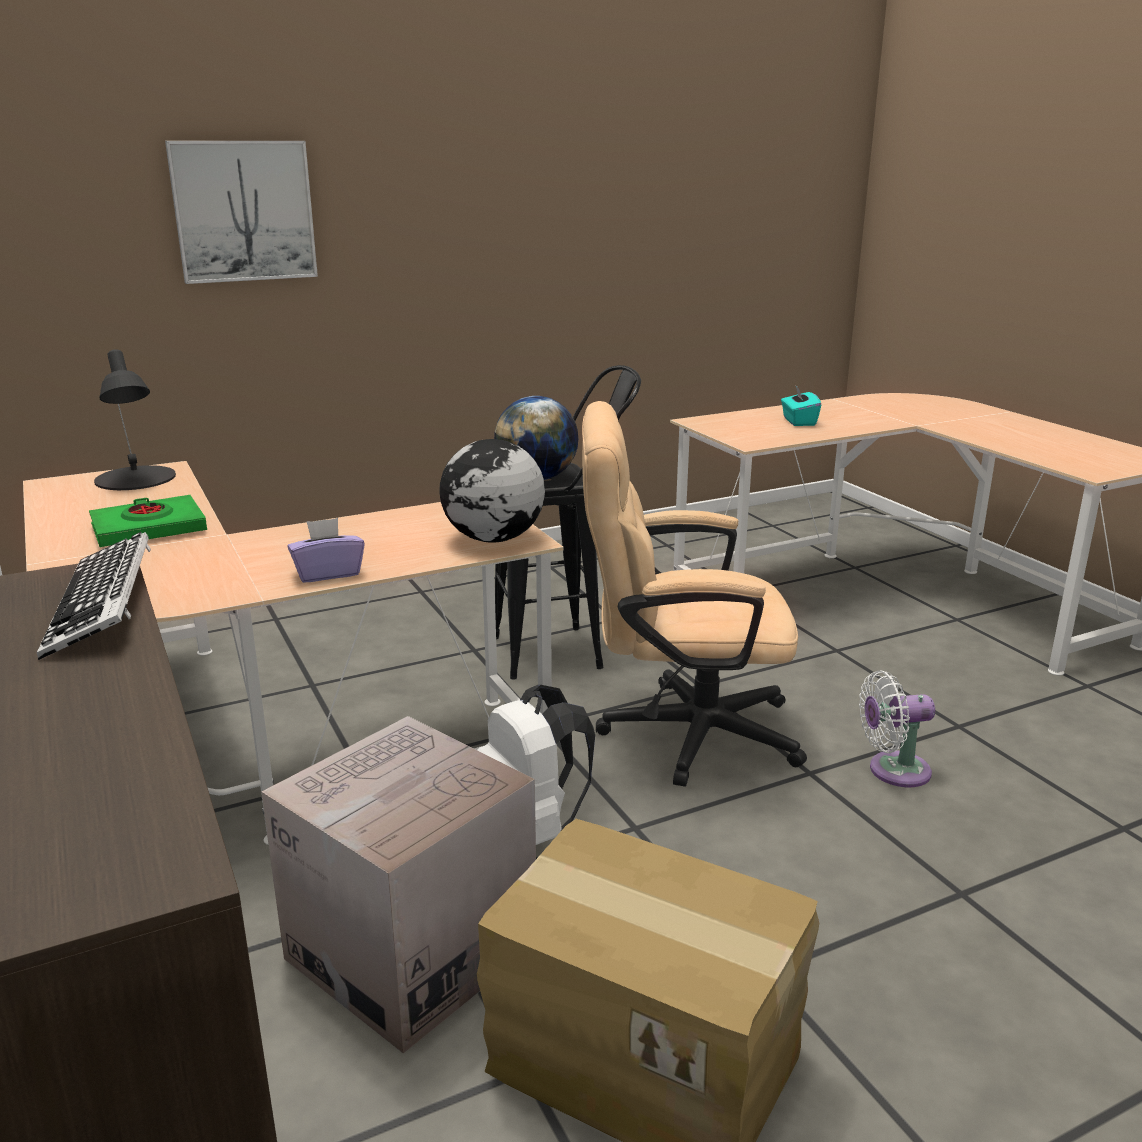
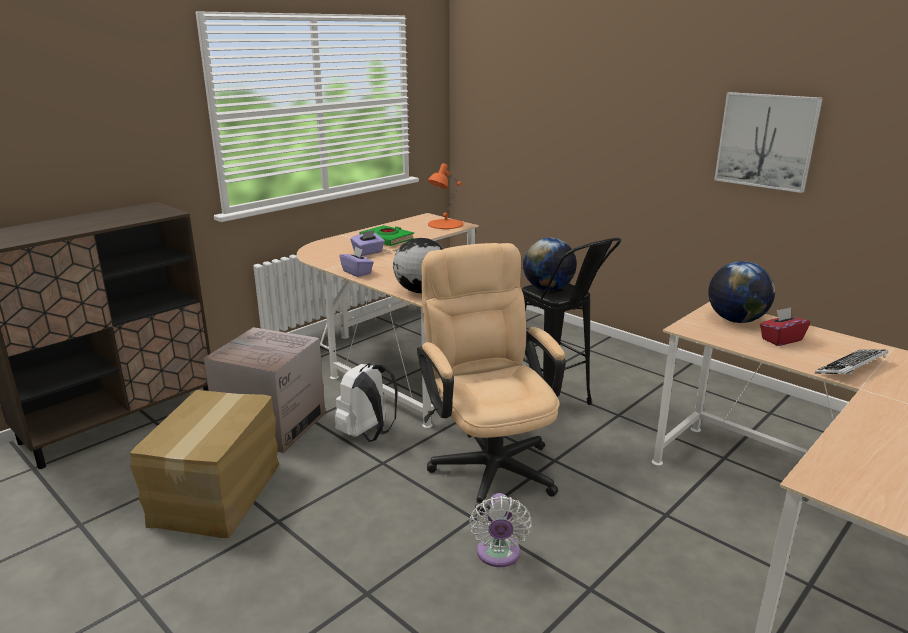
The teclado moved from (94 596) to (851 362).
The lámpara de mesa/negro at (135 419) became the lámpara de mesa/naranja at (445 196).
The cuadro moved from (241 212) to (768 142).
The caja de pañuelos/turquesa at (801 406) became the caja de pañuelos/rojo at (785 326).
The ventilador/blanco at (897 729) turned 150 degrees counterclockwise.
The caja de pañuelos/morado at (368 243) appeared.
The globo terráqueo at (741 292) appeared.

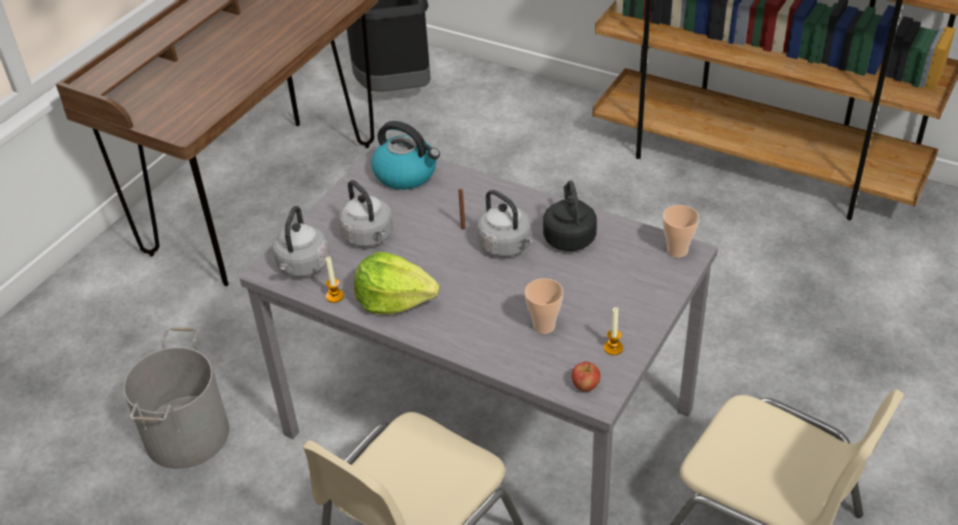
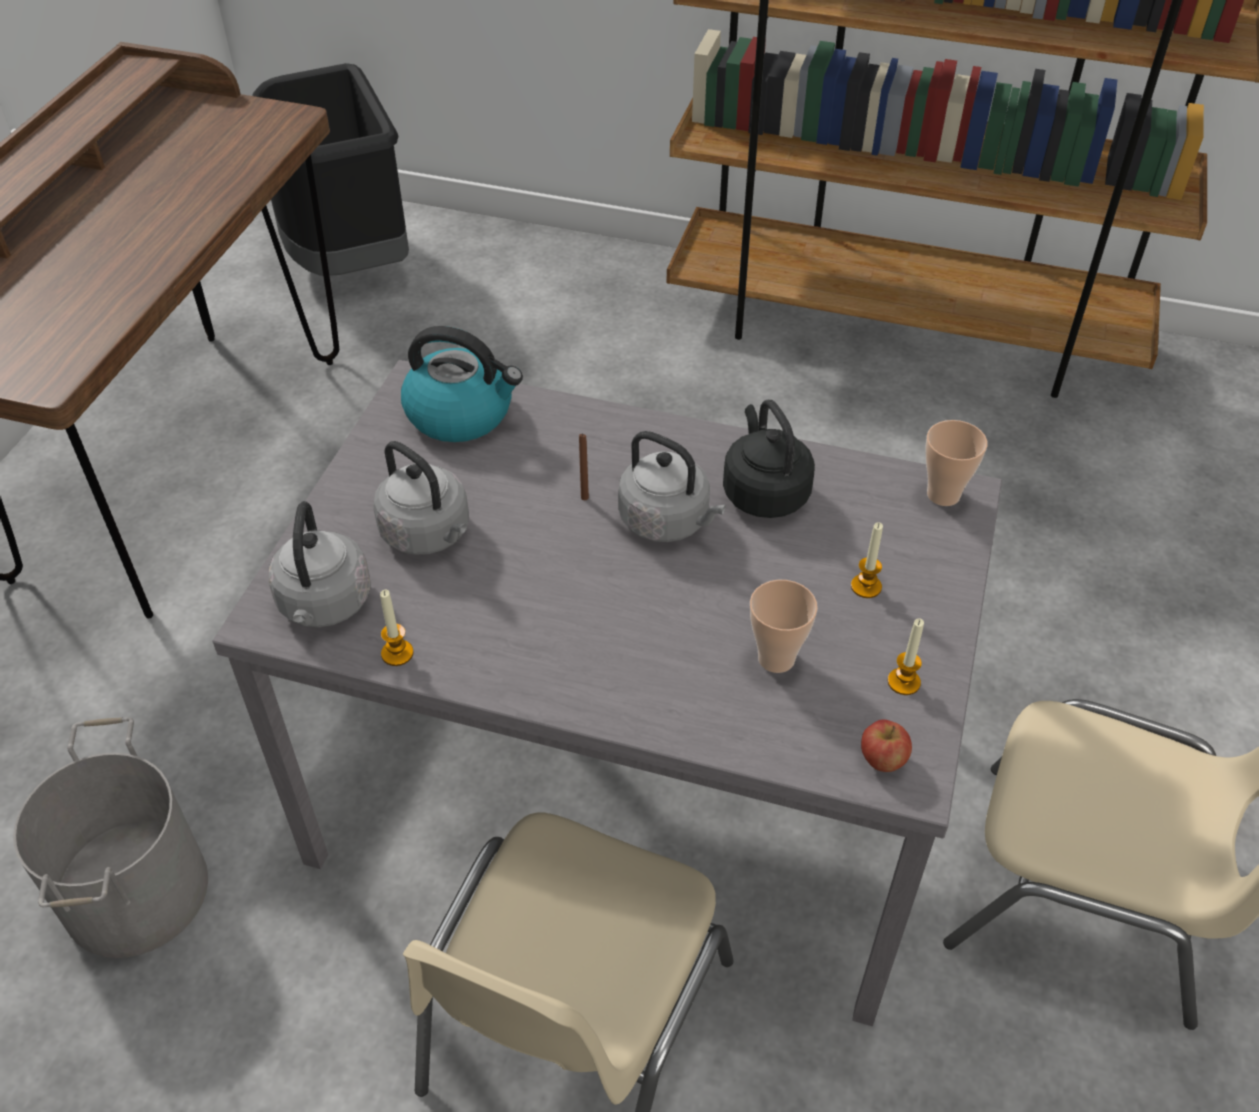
The lechuga at (396 283) disappeared.
The vela at (867 560) appeared.

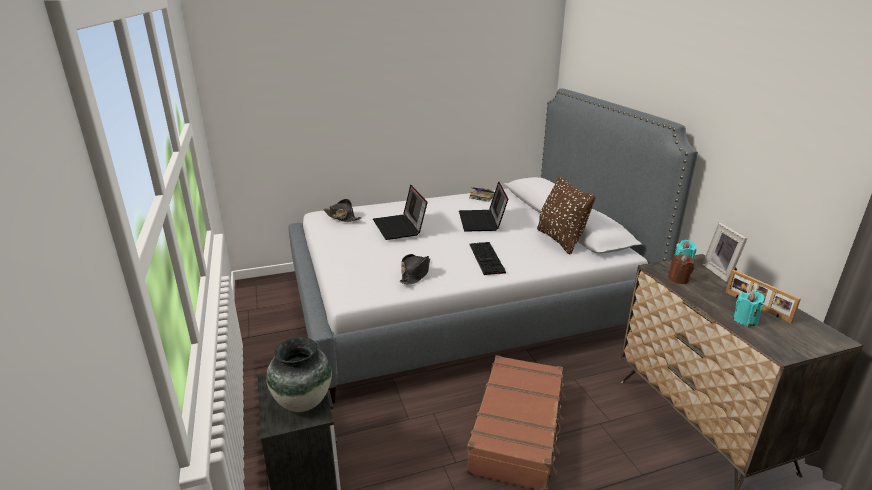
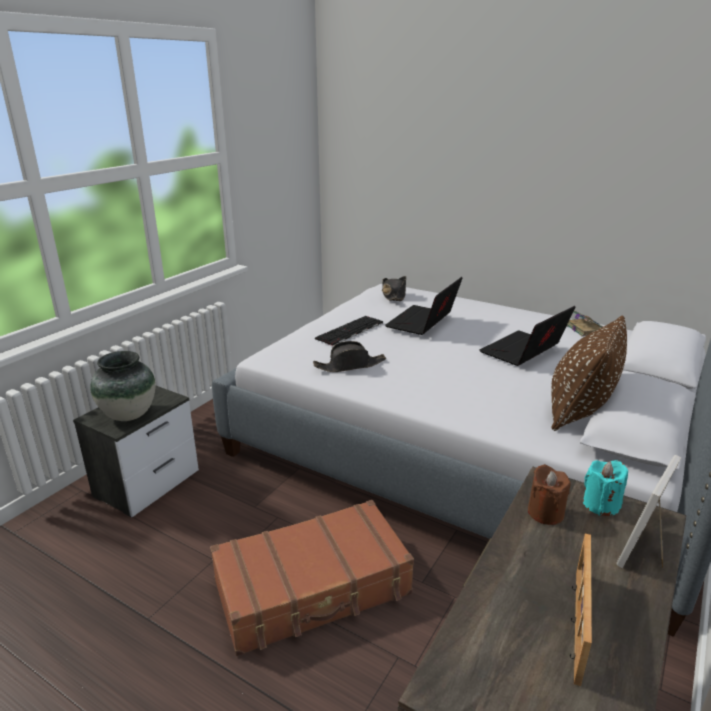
The teclado moved from (487 258) to (349 331).
The vela/turquesa at (749 308) disappeared.

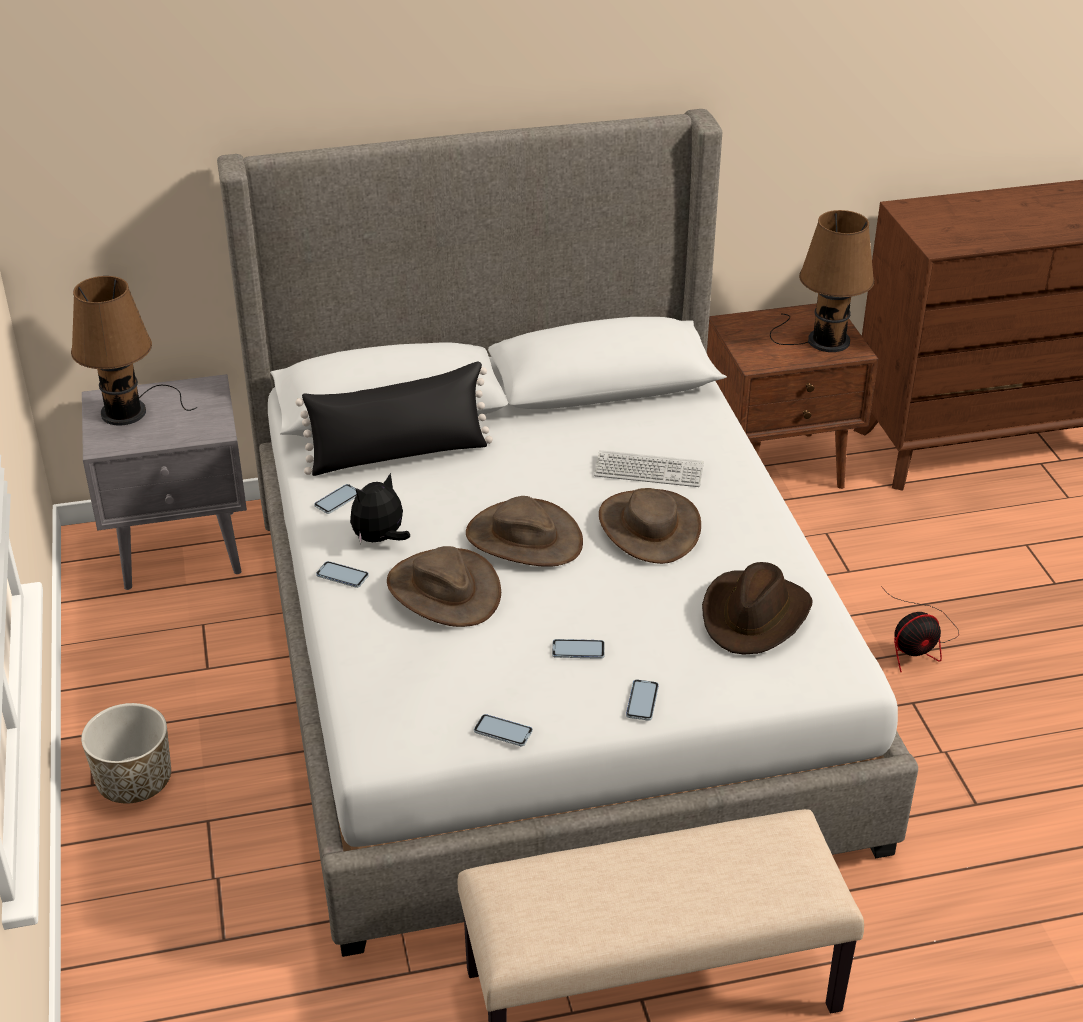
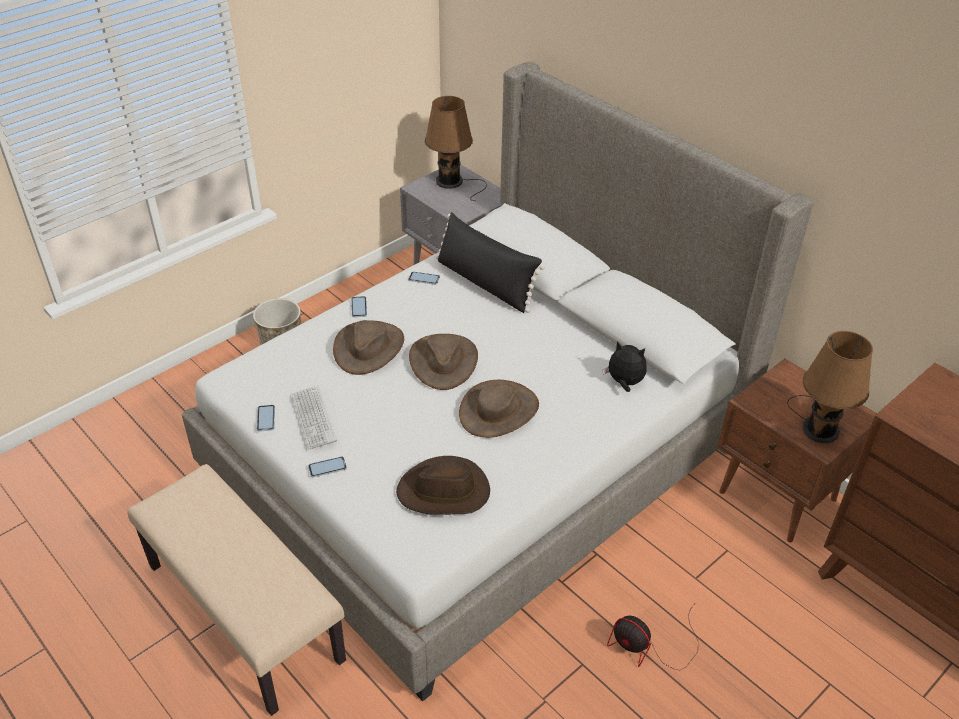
The peluche moved from (380 508) to (625 366).
The móvil at (578 649) disappeared.
The teclado moved from (649 468) to (314 417).

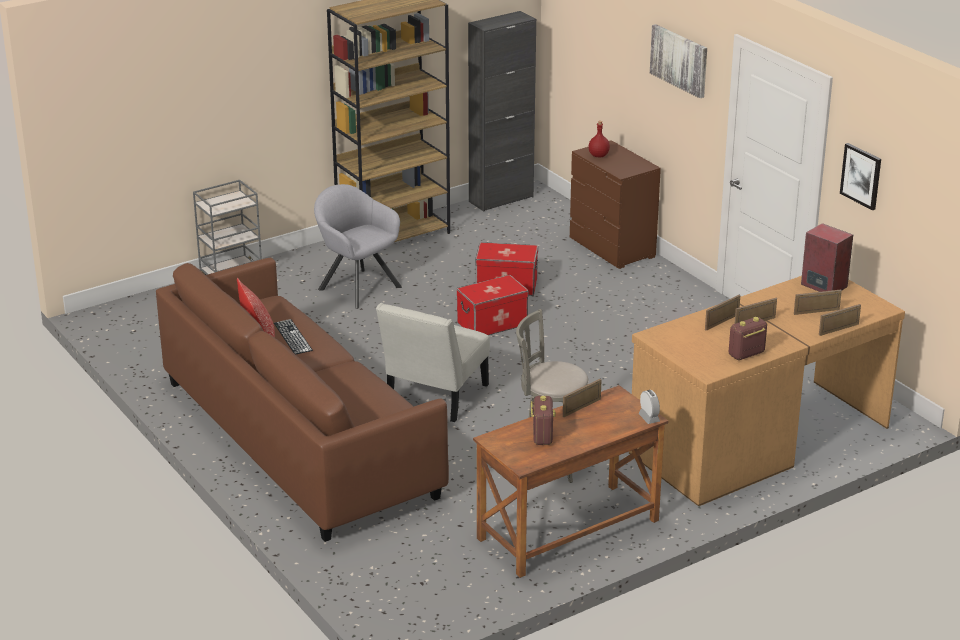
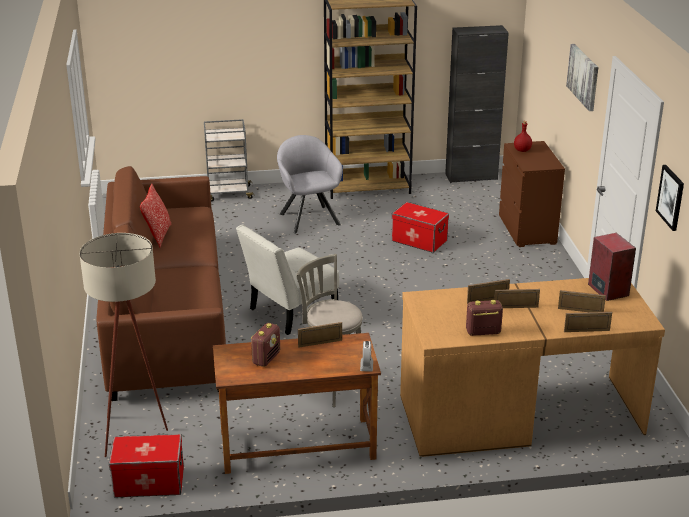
The teclado at (293 337) disappeared.
The caja de almacenaje moved from (492 305) to (146 465).
The lámpara de pie/beis at (123 345) appeared.

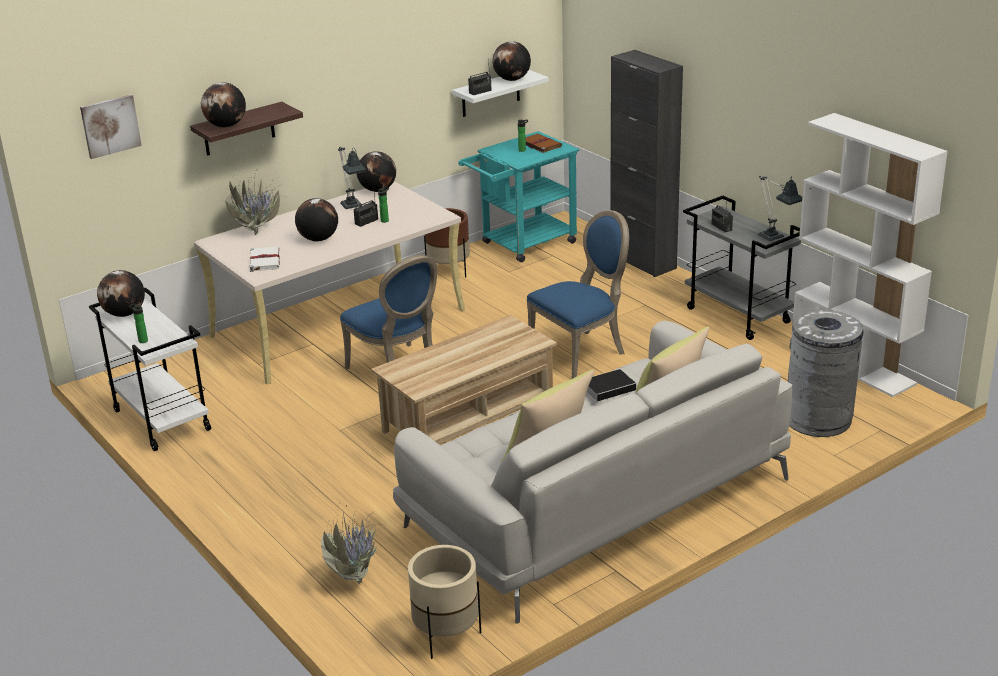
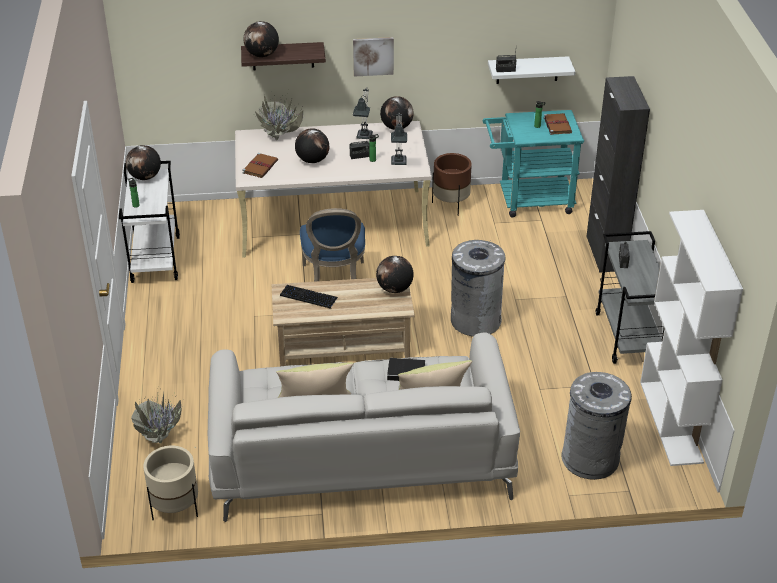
The cuadro moved from (111 126) to (373 57).
The libro/blanco at (264 259) became the libro/marrón at (260 165).
The globo terráqueo moved from (511 61) to (395 274).
The silla/azul at (578 294) was replaced by the papelera/gris at (478 288).
The lámpara de mesa moved from (780 208) to (399 138).
The teclado at (309 297) appeared.

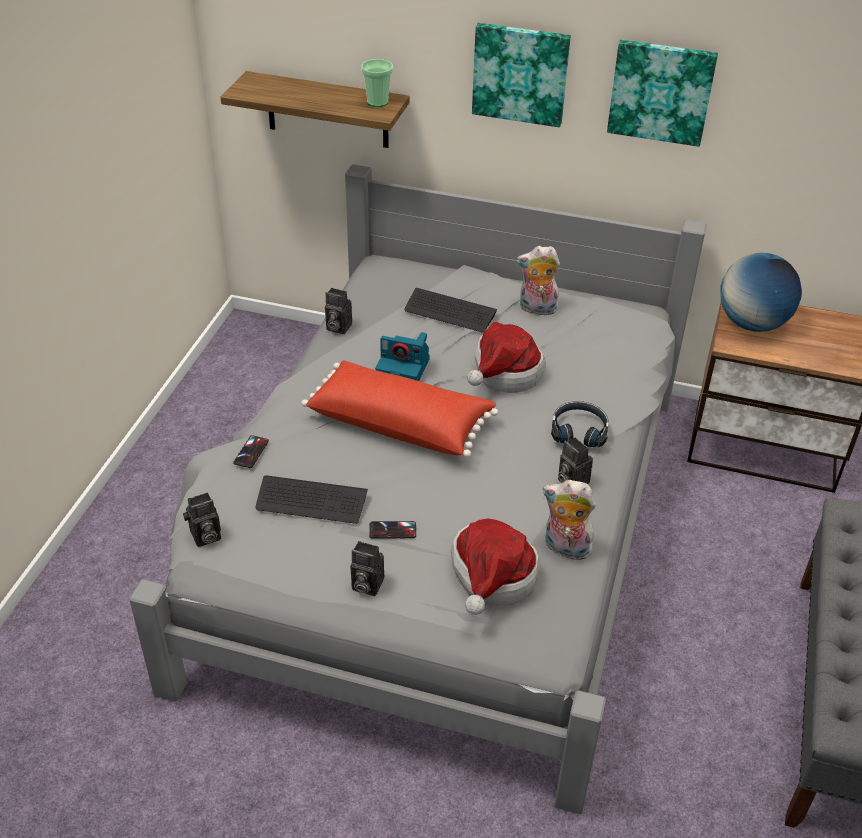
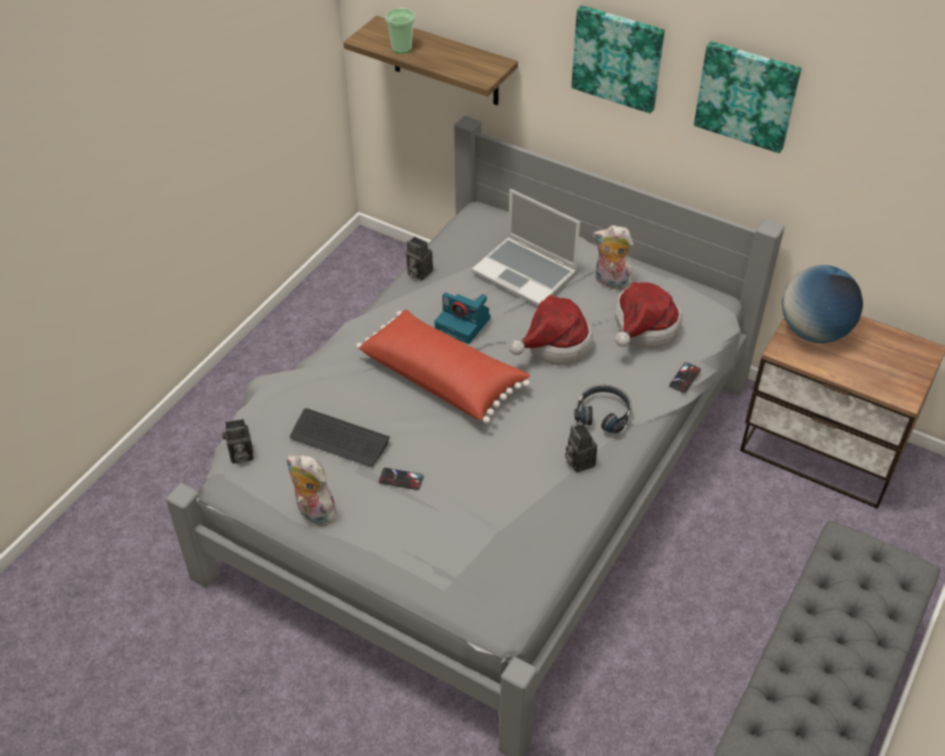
The móvil moved from (251 451) to (685 377).
The cámara at (367 568) disappeared.
The taza moved from (377 83) to (400 31).
The teclado at (450 310) was replaced by the portátil at (526 247).
The sombrero moved from (495 566) to (648 315).
The peluche moved from (569 520) to (312 490).

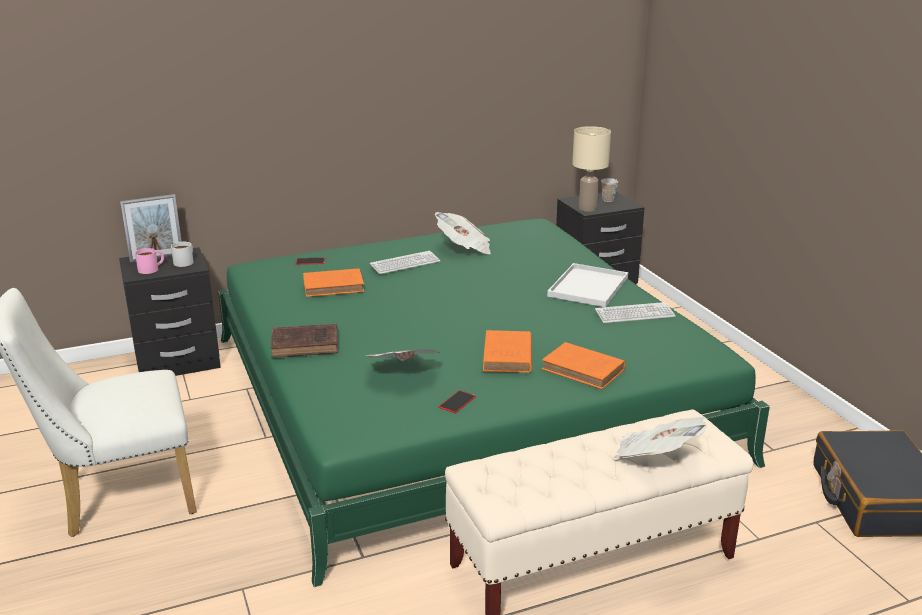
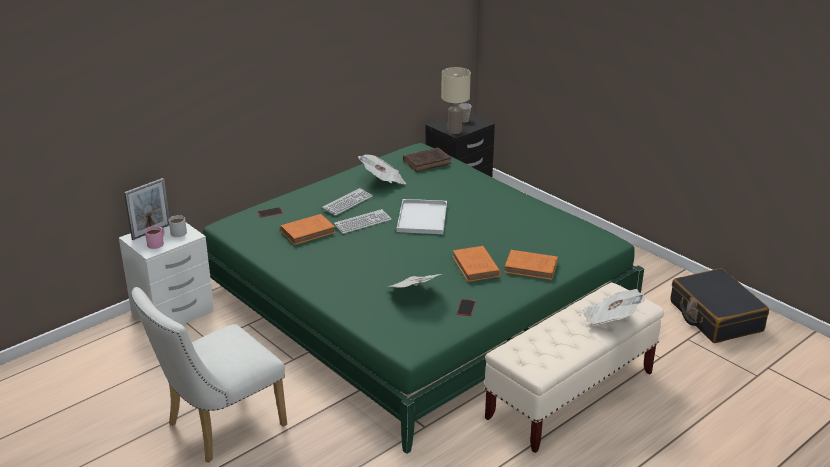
The mesita de noche/negro at (170 311) became the mesita de noche/blanco at (166 274).
The libro/marrón moved from (304 340) to (427 159).
The bandeja/blanco moved from (587 285) to (422 216).
The teclado moved from (635 312) to (363 221).

